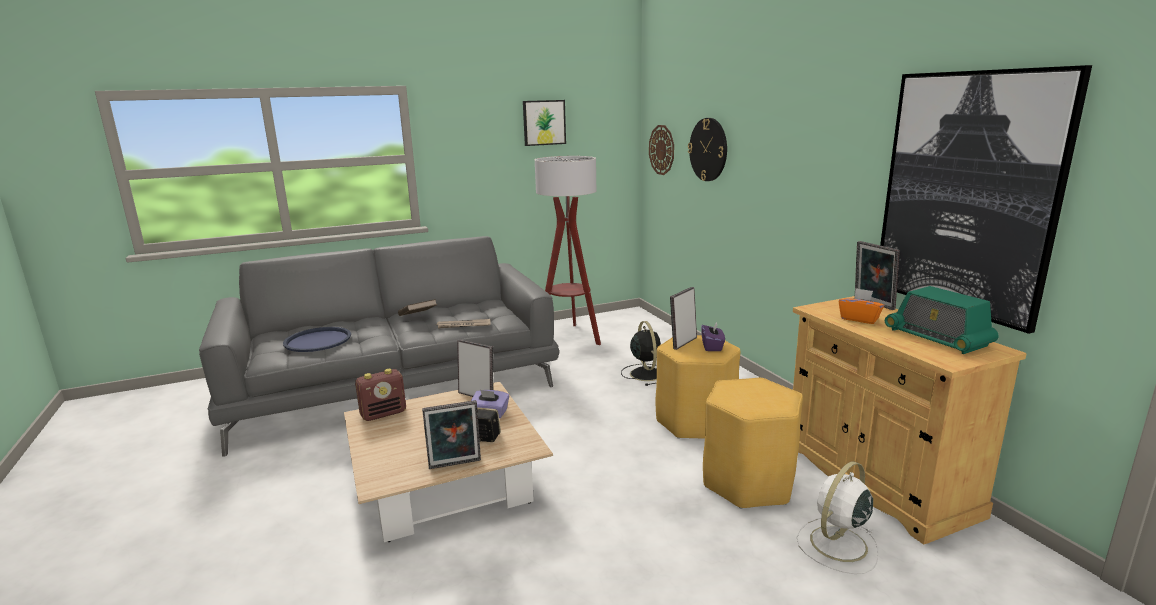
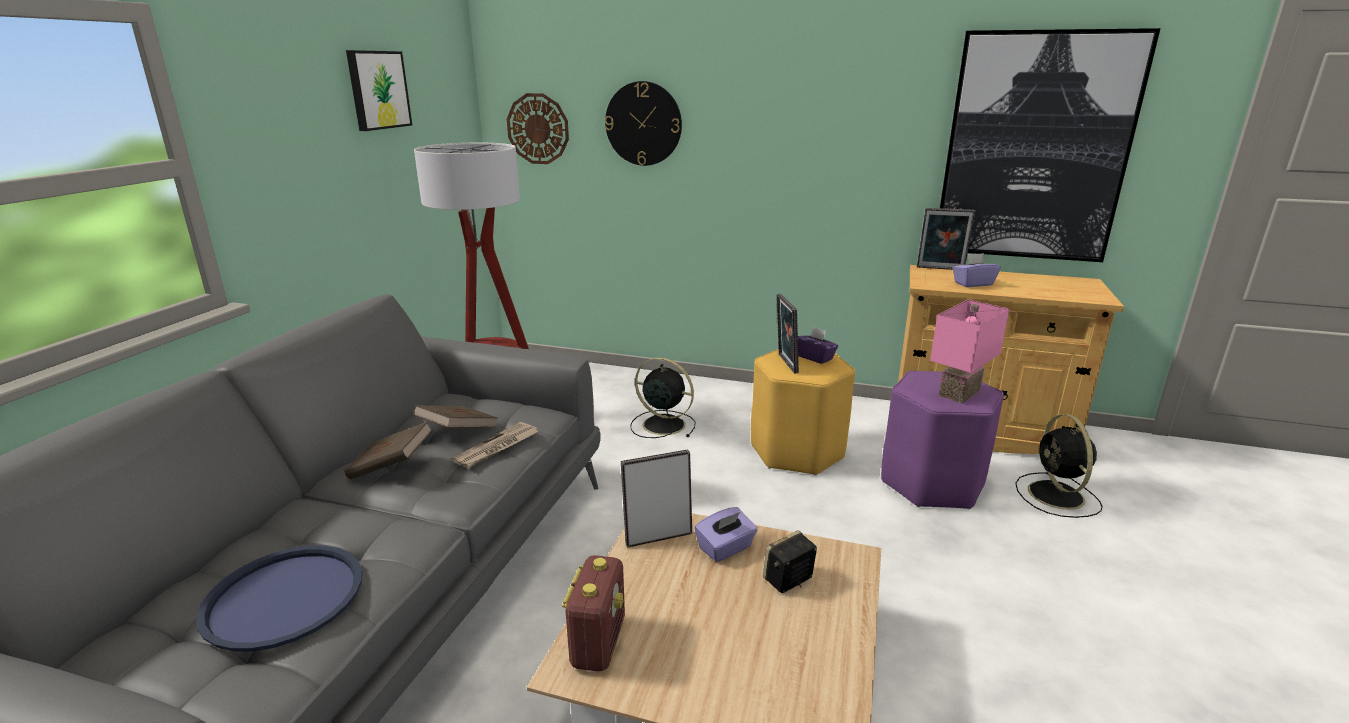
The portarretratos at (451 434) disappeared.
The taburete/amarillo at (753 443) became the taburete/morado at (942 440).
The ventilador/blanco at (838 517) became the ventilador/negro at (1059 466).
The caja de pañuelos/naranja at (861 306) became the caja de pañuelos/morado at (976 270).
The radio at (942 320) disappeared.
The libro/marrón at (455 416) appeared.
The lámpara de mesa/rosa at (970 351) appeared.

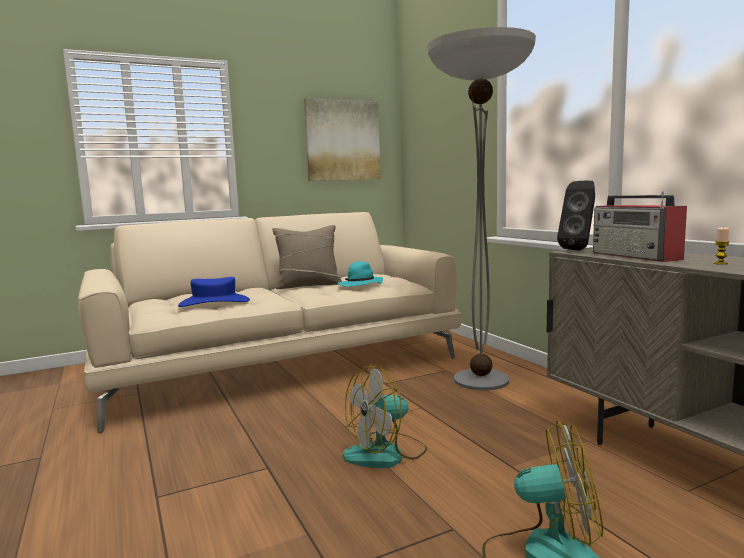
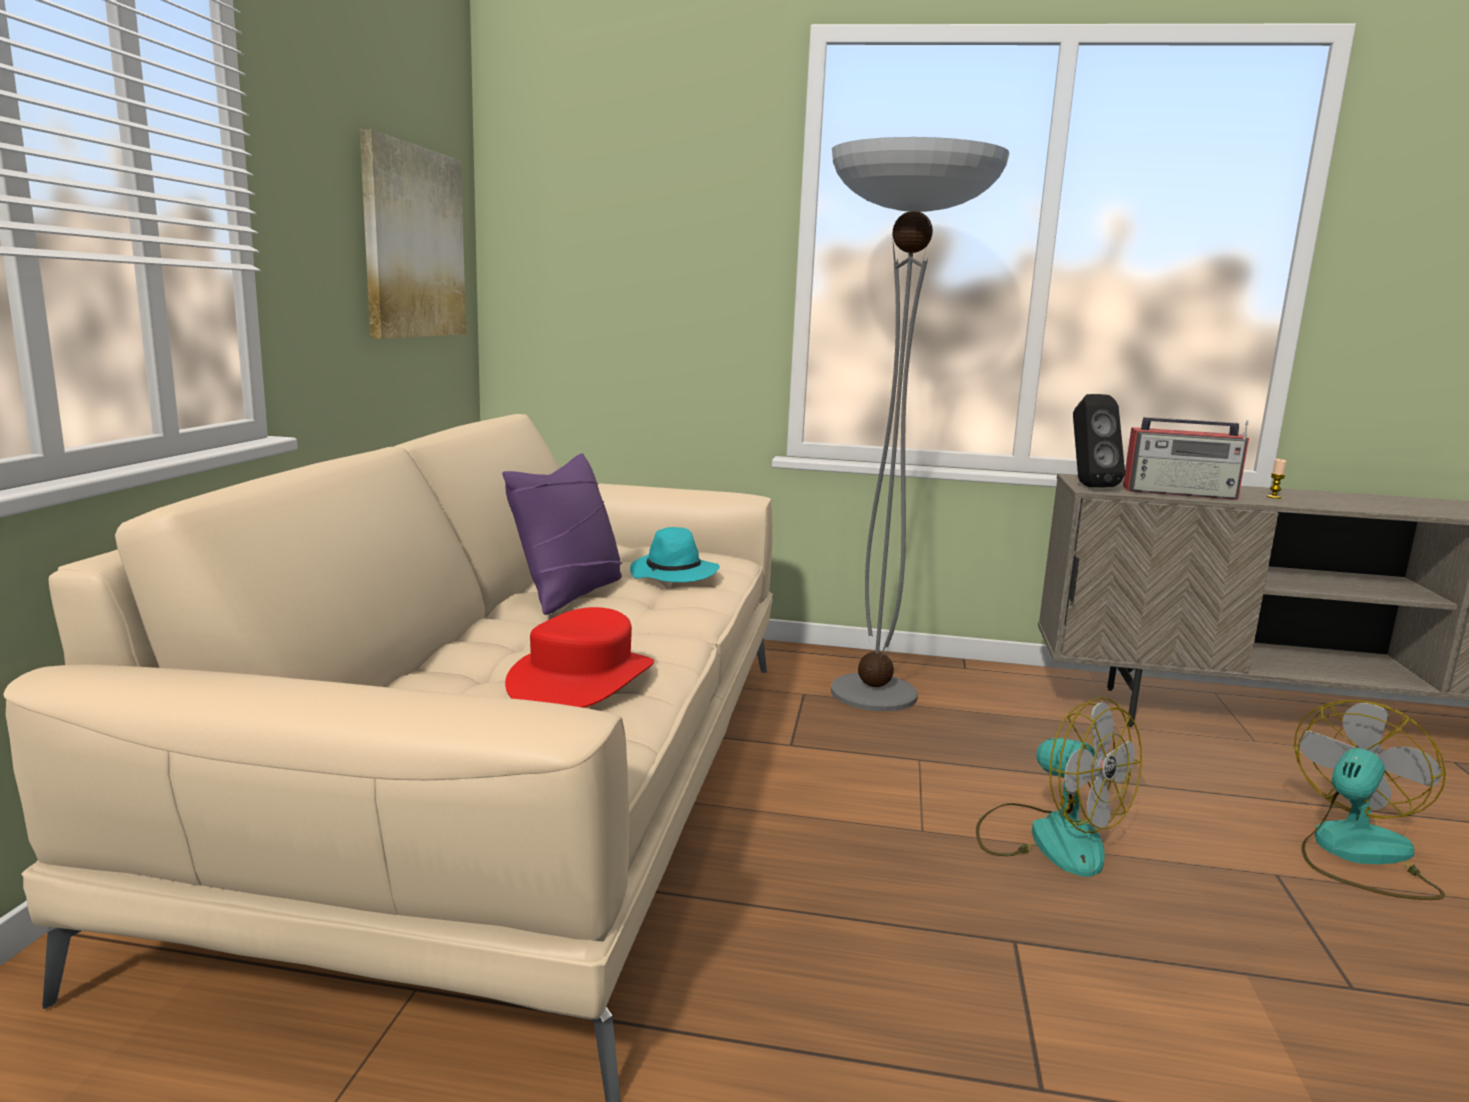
The sombrero/azul at (214 292) became the sombrero/rojo at (579 657).
The cojín/beis at (307 257) became the cojín/morado at (562 534).
The ventilador at (385 416) turned 45 degrees counterclockwise.

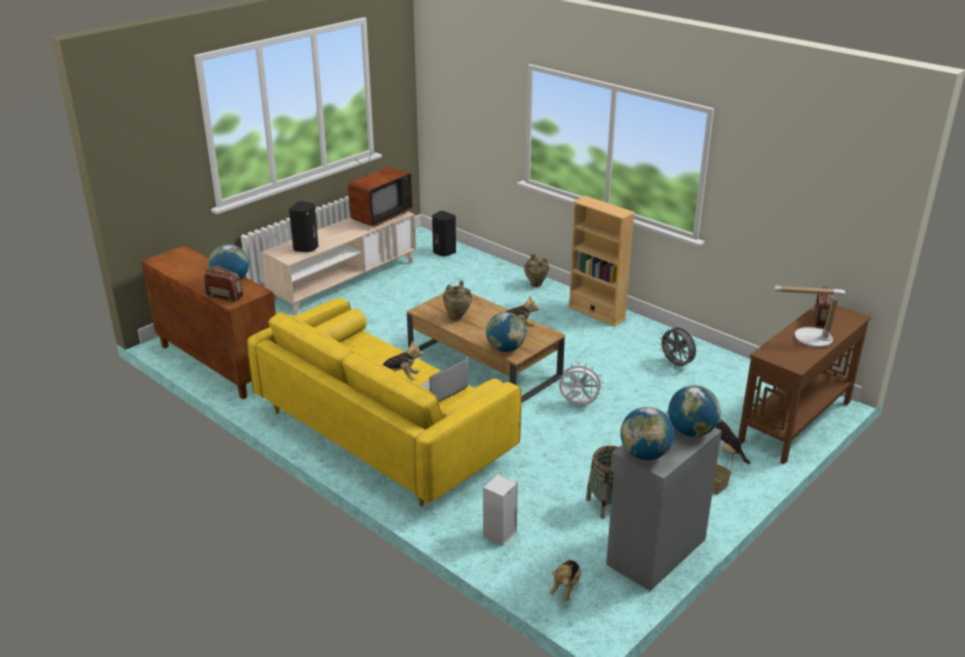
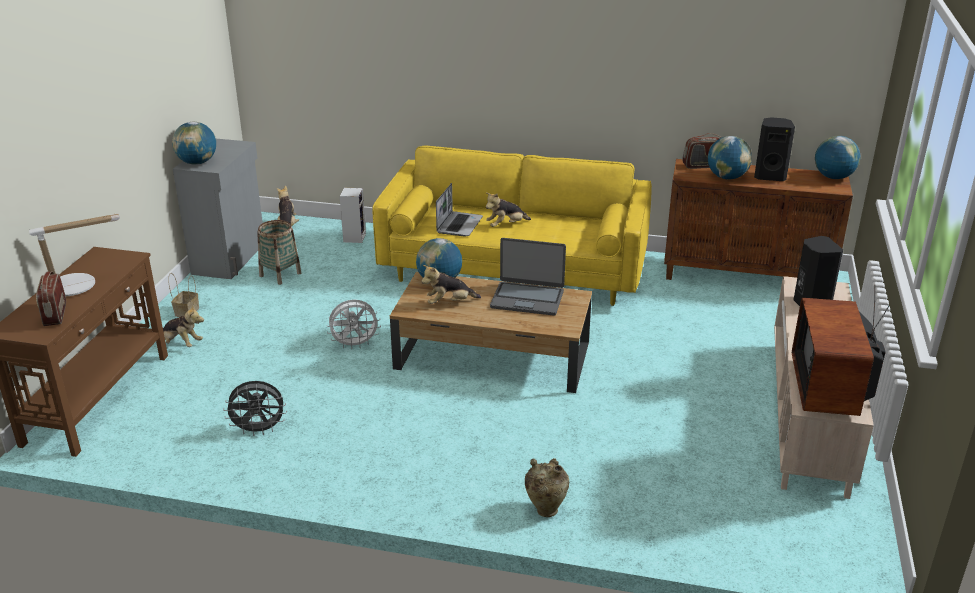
The altavoz/negro moved from (444 234) to (774 149).
The florero/beis at (457 301) was replaced by the portátil at (528 277).
The estantería/beis at (601 261) disappeared.
The globo terráqueo moved from (647 433) to (838 157).
The ventilador/gris at (677 348) turned 150 degrees clockwise.

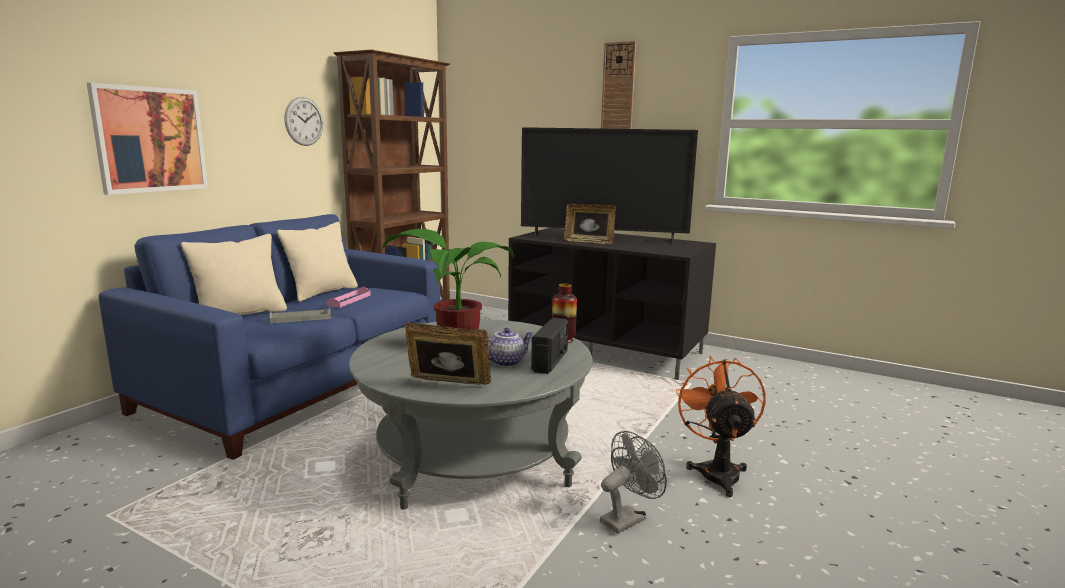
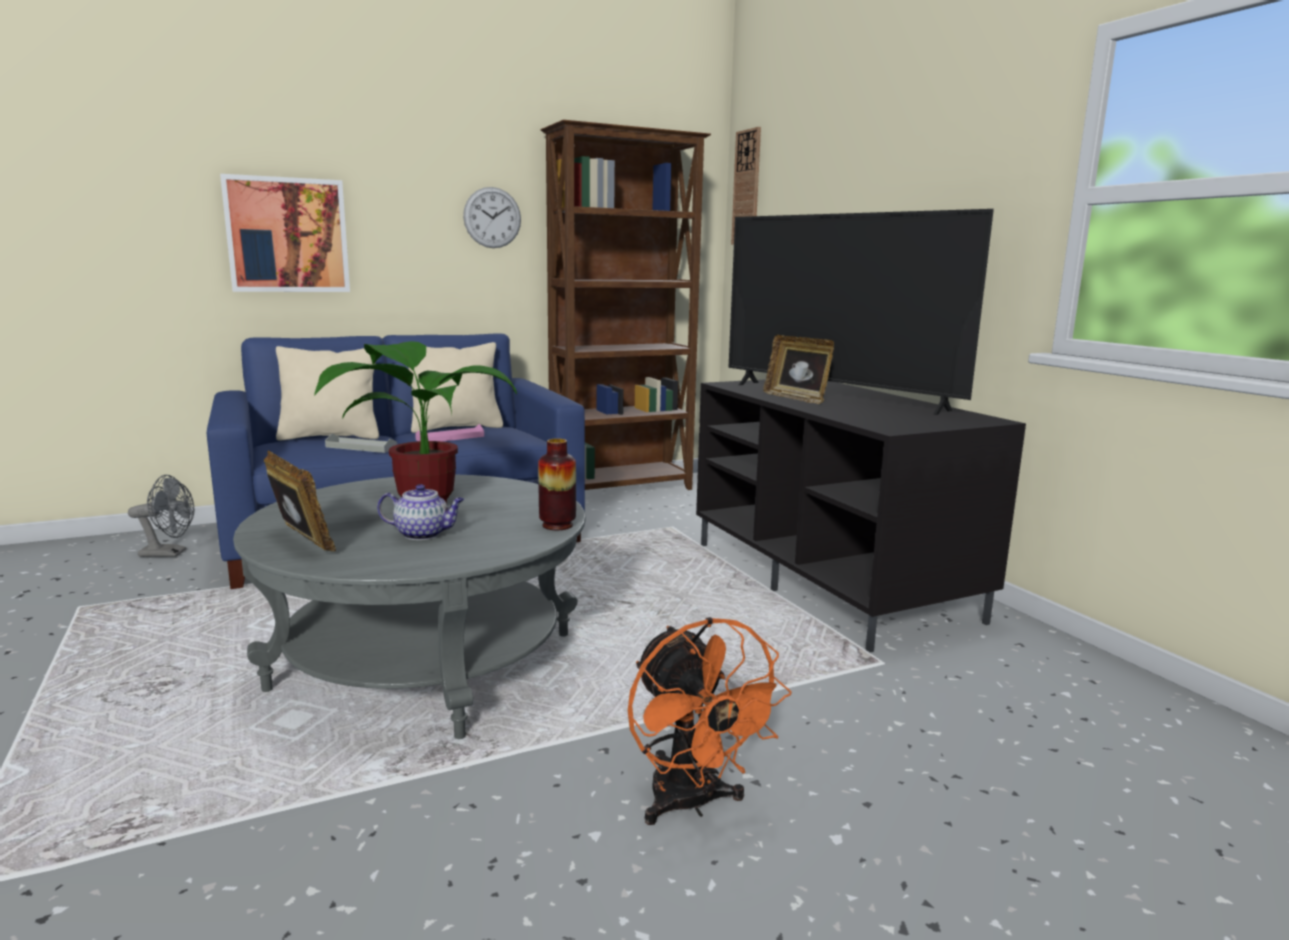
The radio at (549 346) disappeared.
The ventilador/gris moved from (633 482) to (161 516).
The reloj de pared moved from (618 85) to (746 186).
The ventilador/naranja at (721 426) turned 120 degrees clockwise.

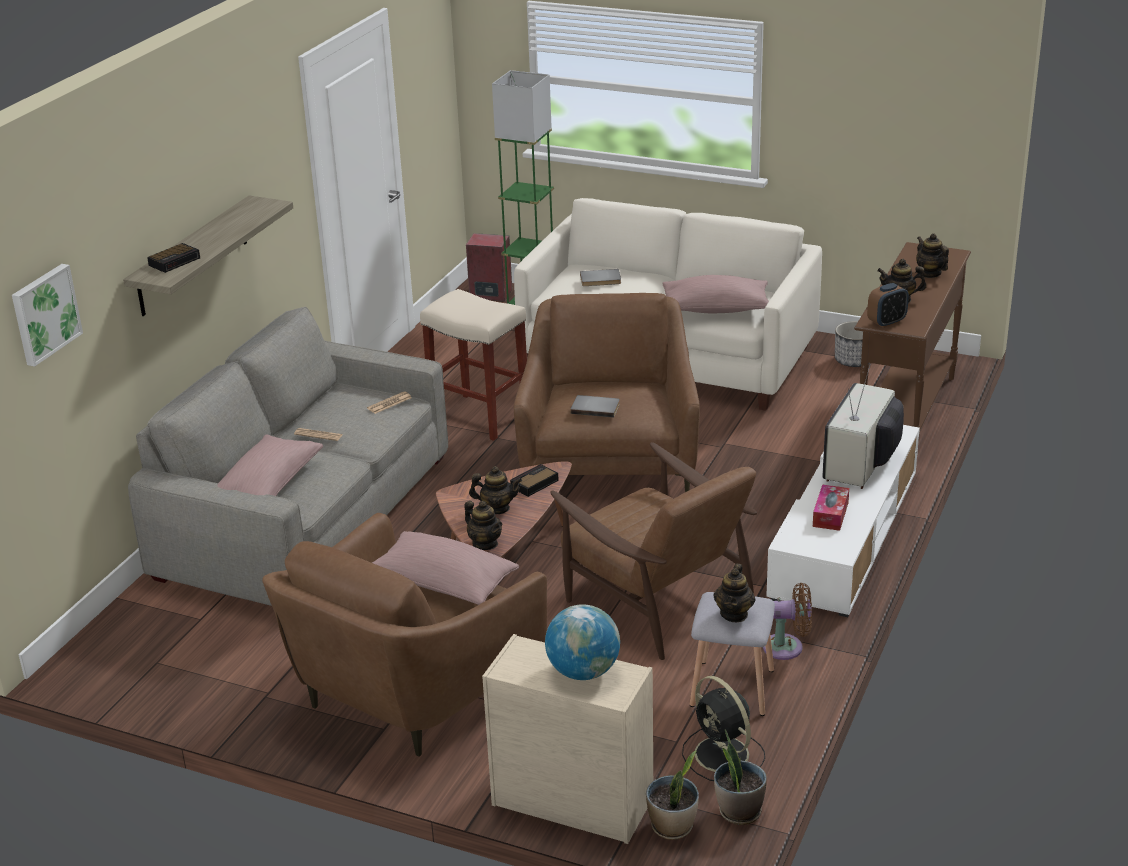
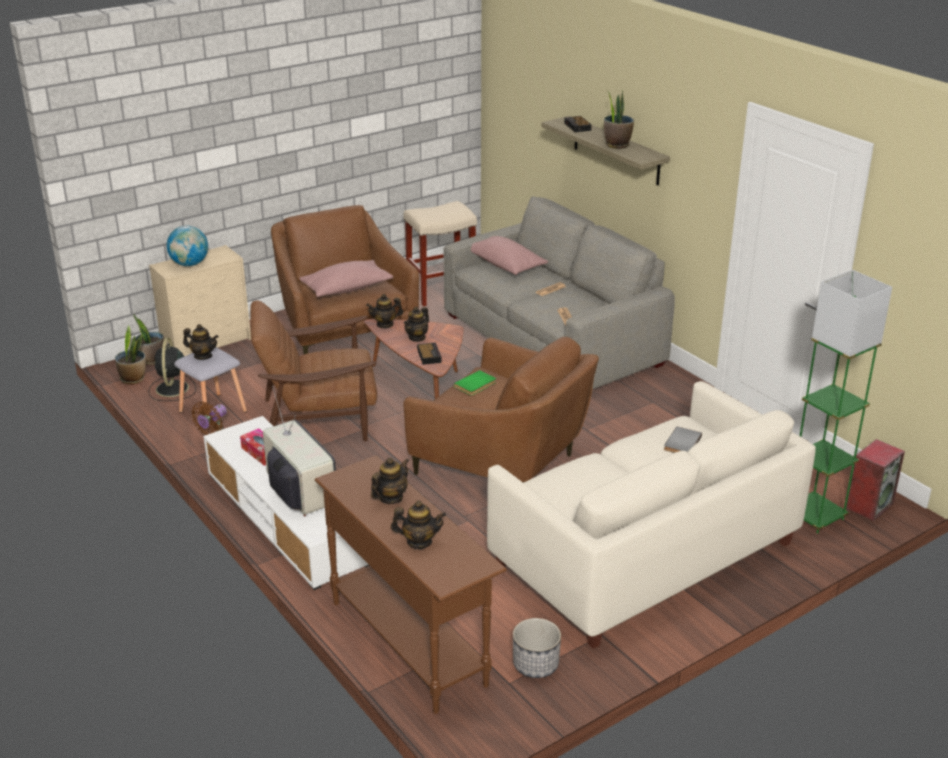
The cuadro at (47 315) disappeared.
The taburete/beis moved from (473 365) to (440 253).
The libro/gris at (595 406) became the libro/verde at (475 382).
The cojín/rosa at (715 294) disappeared.
The ventilador/negro at (723 728) turned 90 degrees counterclockwise.
The tetera at (734 593) turned 150 degrees clockwise.
The despertador at (888 305) disappeared.
The planta en maceta at (619 119) appeared.

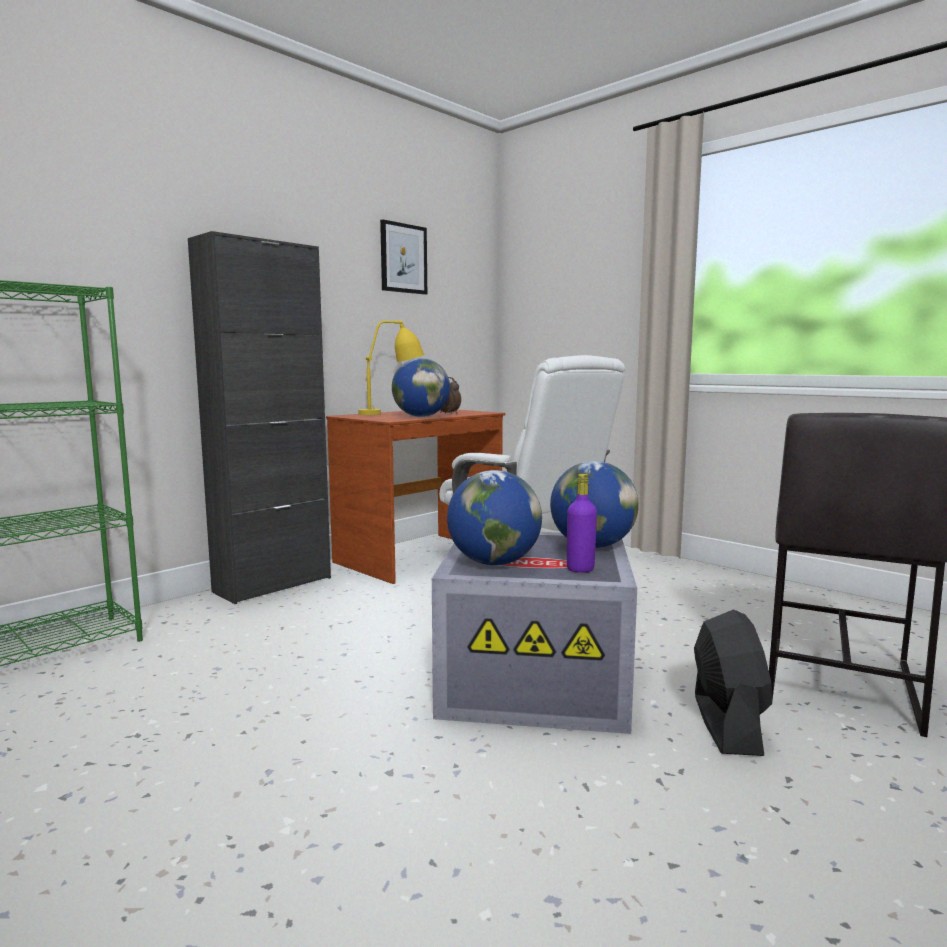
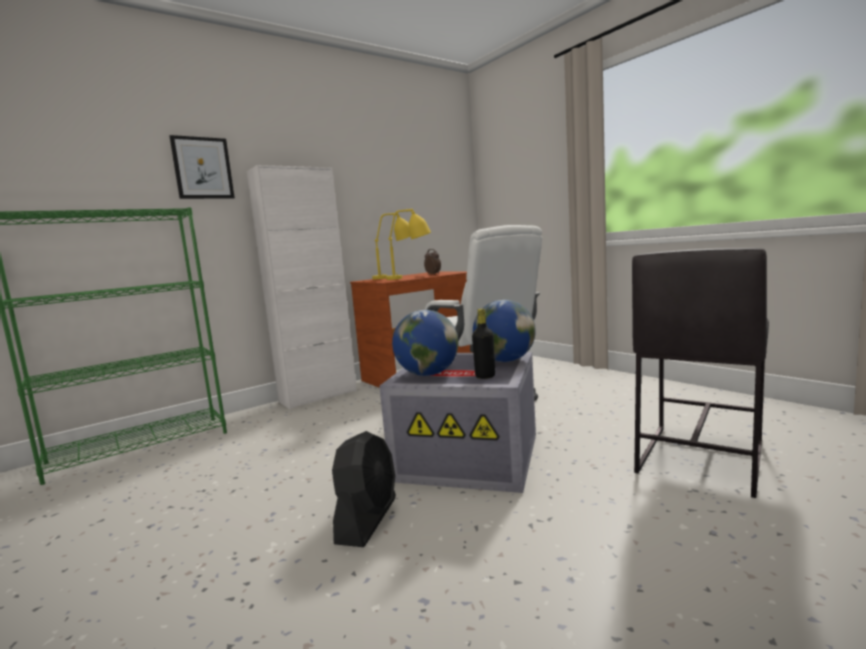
The armario/negro at (259 417) became the armario/blanco at (302 287).
The cuadro moved from (403 257) to (202 167).
The globo terráqueo at (421 387) was replaced by the lámpara de mesa/amarillo at (408 244).
The botella/morado at (582 523) became the botella/negro at (483 344).
The ventilador/negro moved from (733 683) to (364 489).

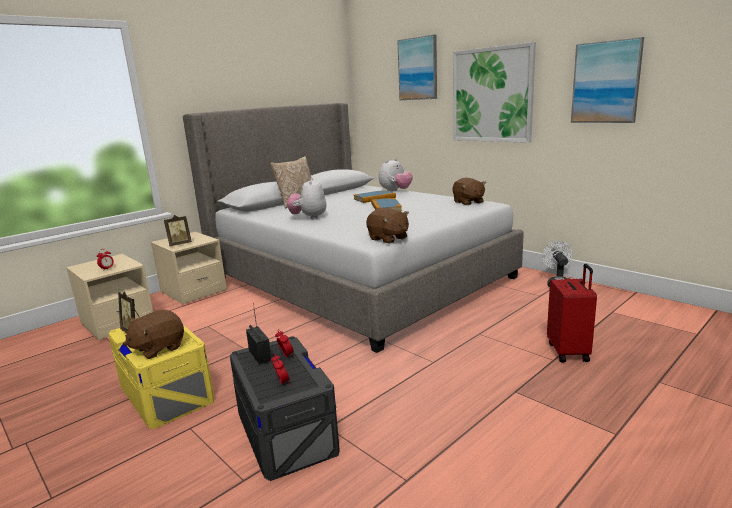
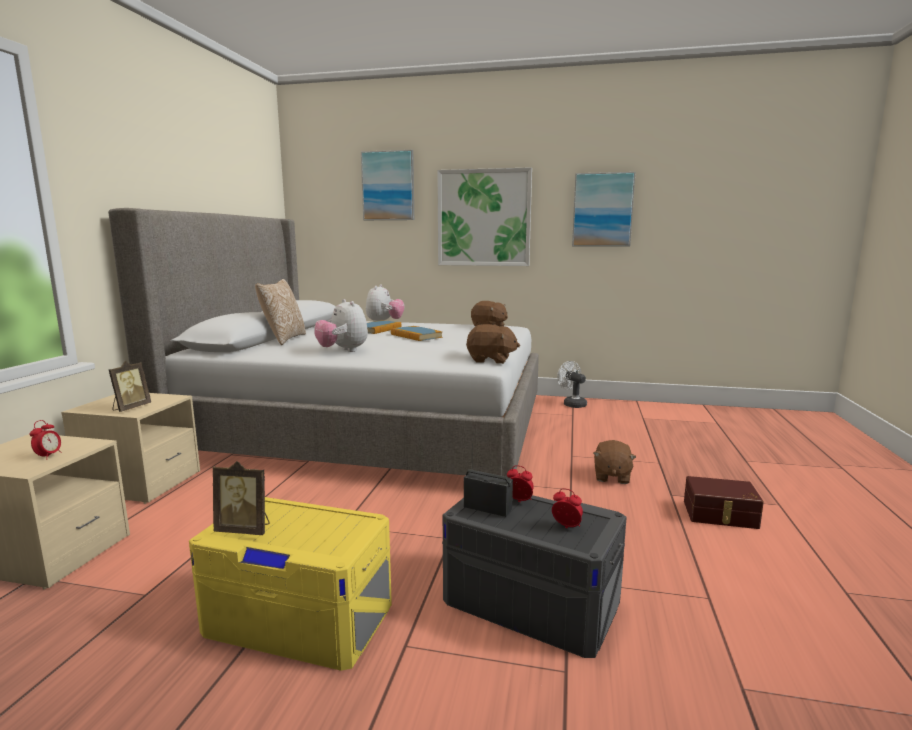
The peluche/marrón moved from (154 334) to (614 462).
The maleta/rojo at (572 313) disappeared.
The caja de almacenaje/marrón at (724 502) appeared.

